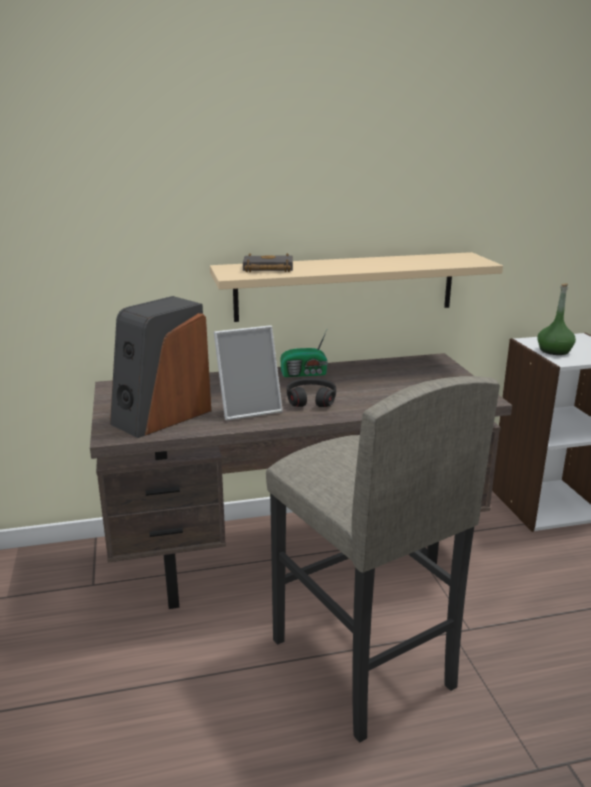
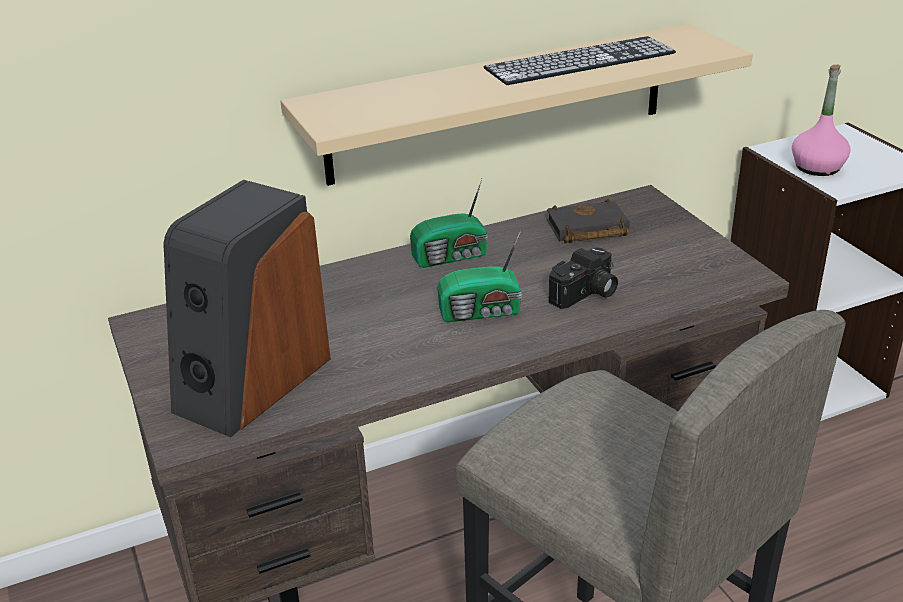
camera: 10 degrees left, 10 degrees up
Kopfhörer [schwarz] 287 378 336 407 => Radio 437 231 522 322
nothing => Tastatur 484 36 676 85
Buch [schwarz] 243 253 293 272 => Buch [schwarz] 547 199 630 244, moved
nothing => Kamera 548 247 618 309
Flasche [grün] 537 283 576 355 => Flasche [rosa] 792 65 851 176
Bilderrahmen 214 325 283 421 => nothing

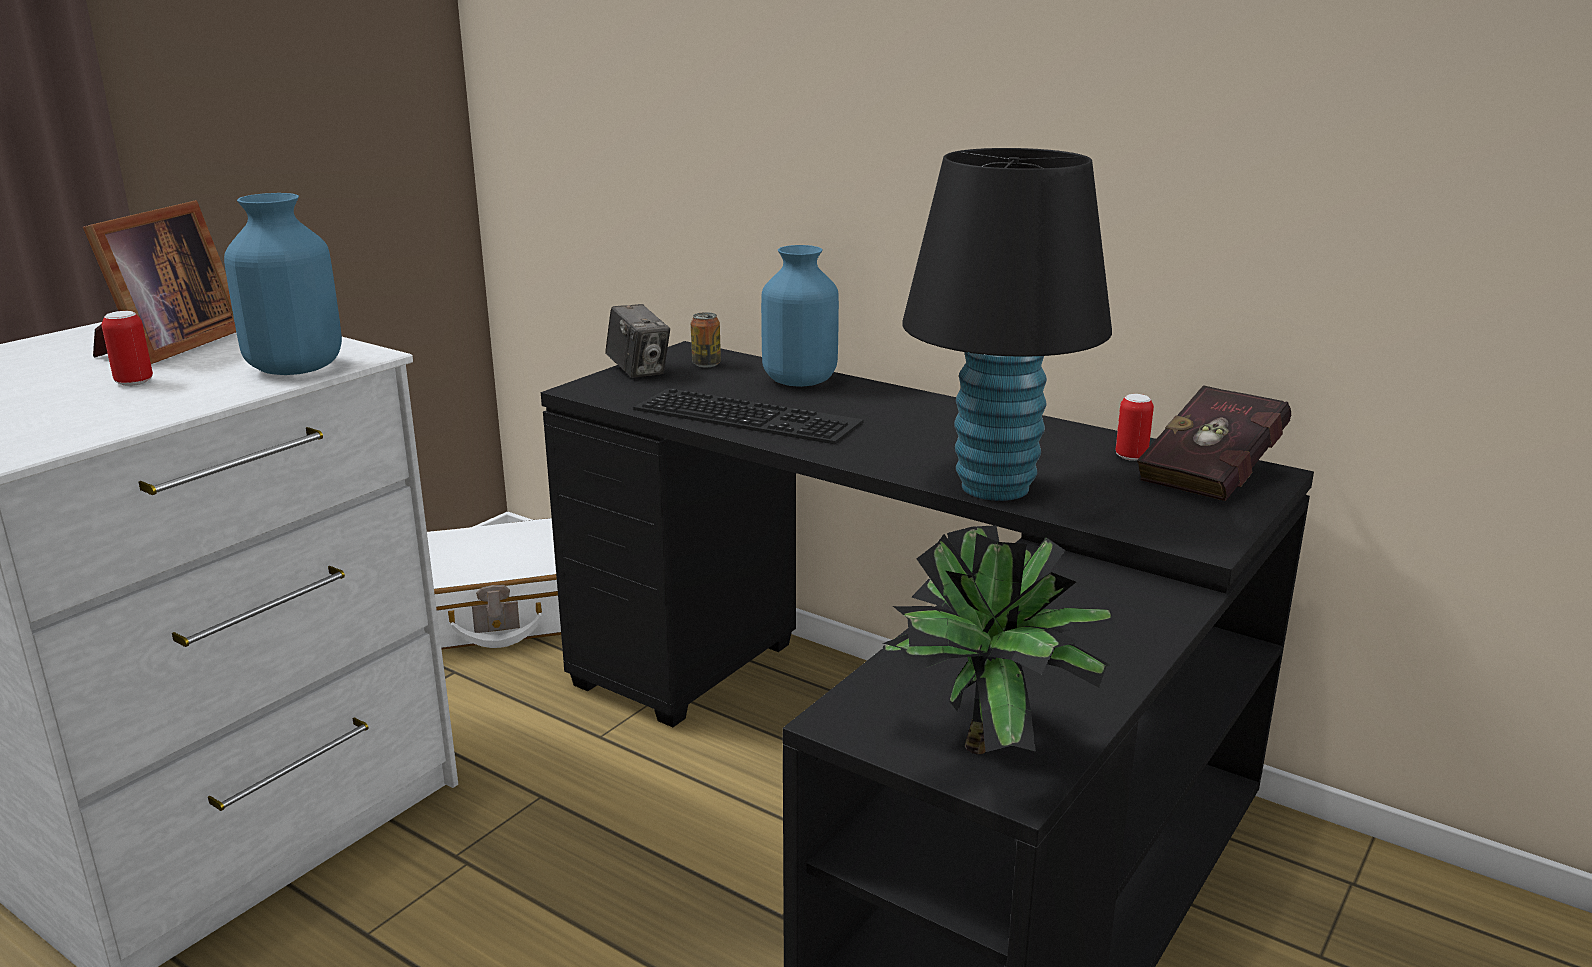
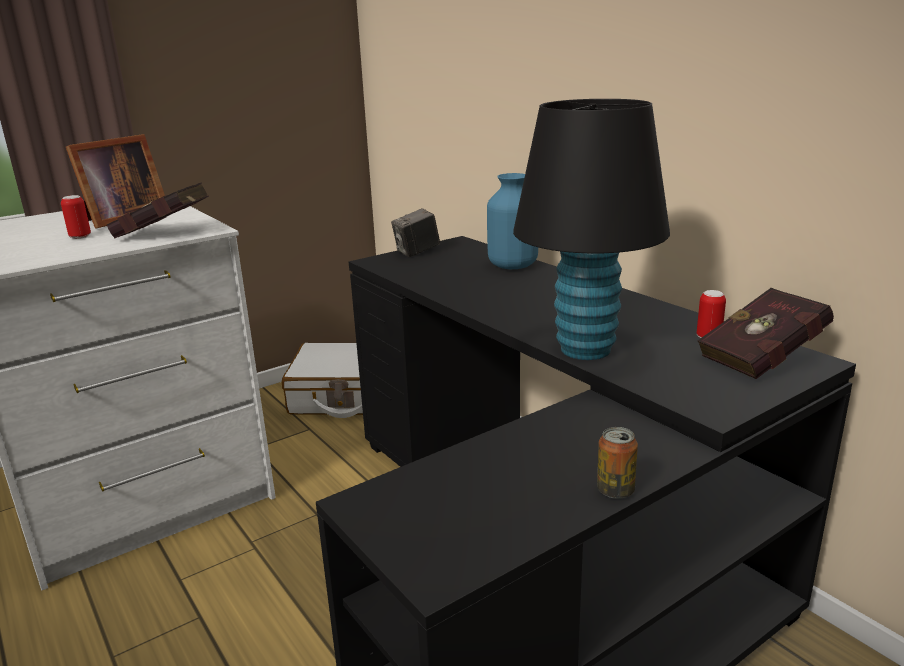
camera: 20 degrees right, 0 degrees up
Vase [blau] 224 193 342 375 => Buch [rot] 107 183 209 238
Kamera 605 304 670 378 => Kamera 391 208 440 257, 75 degrees clockwise
Dose 691 312 721 367 => Dose 597 427 638 499, moved
Tastatur 633 388 864 444 => nothing
Topfpflanze 878 525 1118 755 => nothing

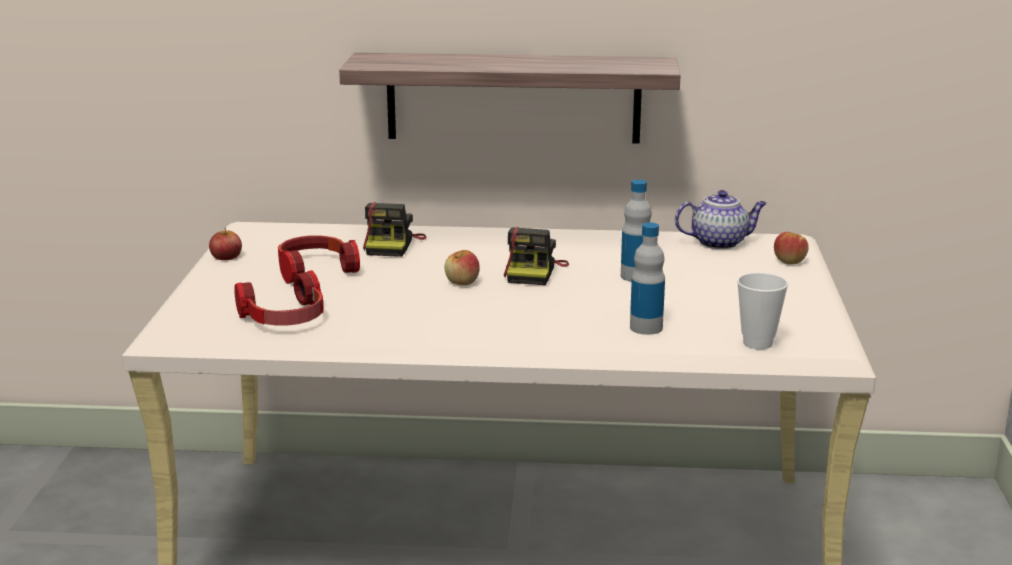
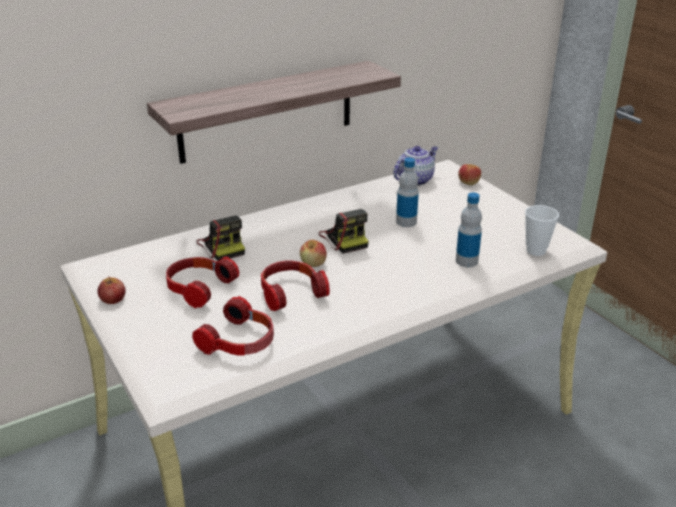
camera: 35 degrees left, 10 degrees up
nothing => Kopfhörer 261 261 330 311

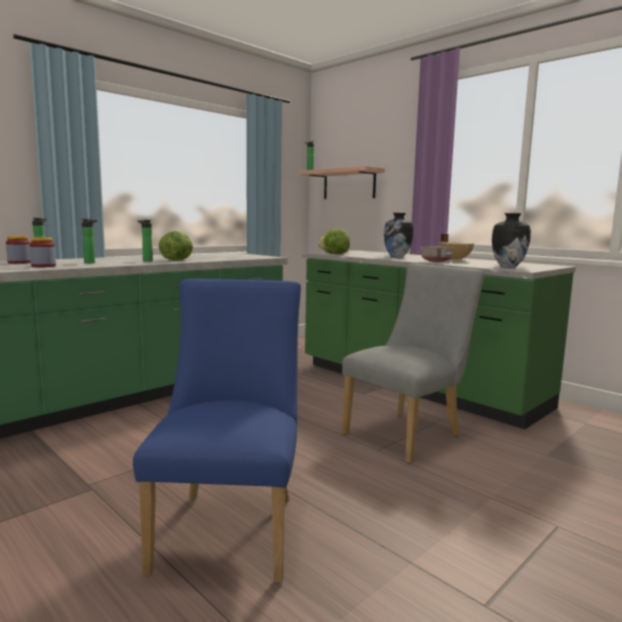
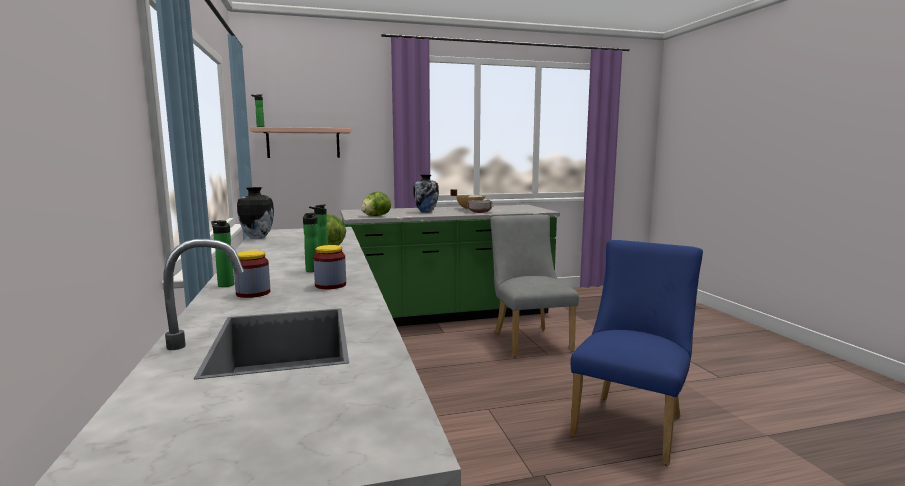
camera: 60 degrees left, 0 degrees up
Vase 492 213 531 268 => Vase 237 187 274 239, moved
Stuhl [blau] 133 279 301 583 => Stuhl [blau] 570 240 703 466, 90 degrees clockwise

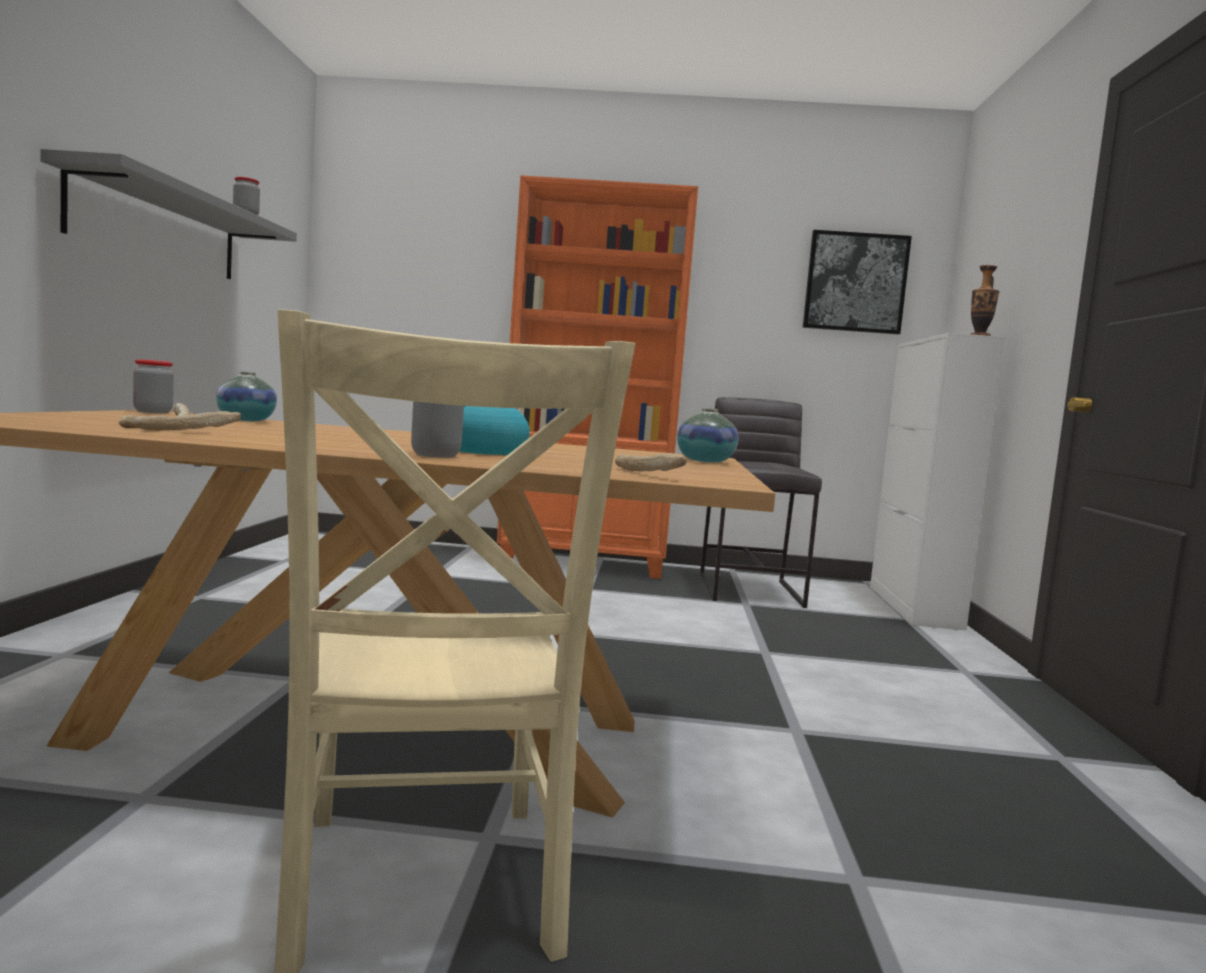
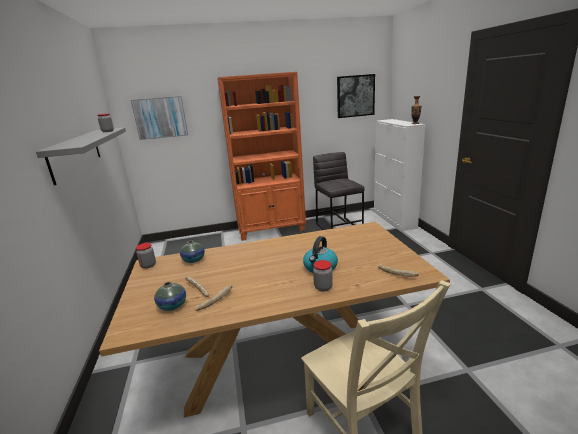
camera: 15 degrees left, 15 degrees up
nothing => Bild 131 96 188 140
Vase 677 408 739 463 => Vase 154 282 186 311, moved

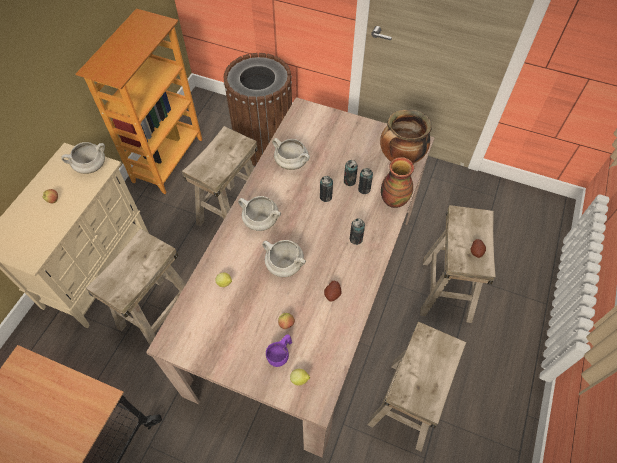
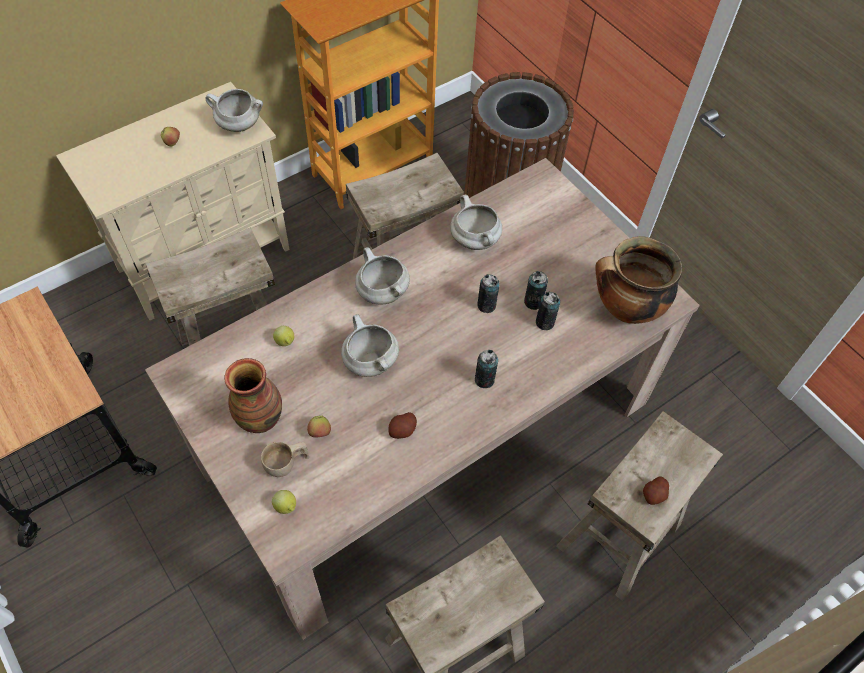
camera: 30 degrees right, 0 degrees up
Vase 381 157 414 208 => Vase 224 358 282 433, moved
Tasse [lila] 266 334 292 367 => Tasse [beige] 261 442 310 477

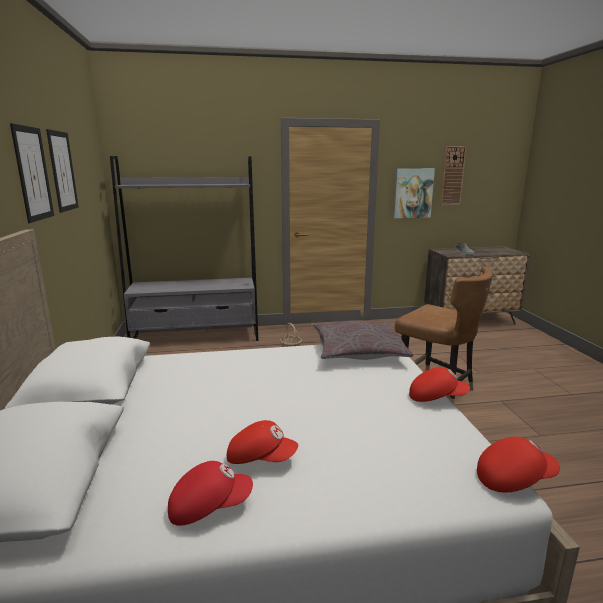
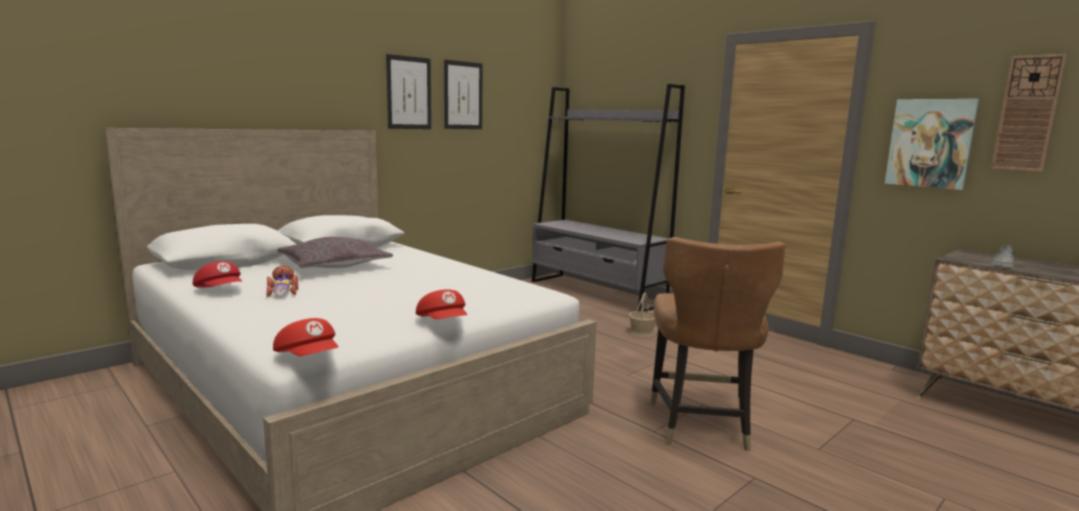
camera: 55 degrees right, 5 degrees down
Kappe [rot] 227 420 298 464 => Spielzeugauto 267 266 299 297
Kissen [grau] 313 320 413 360 => Kissen [grau] 277 237 393 268, moved

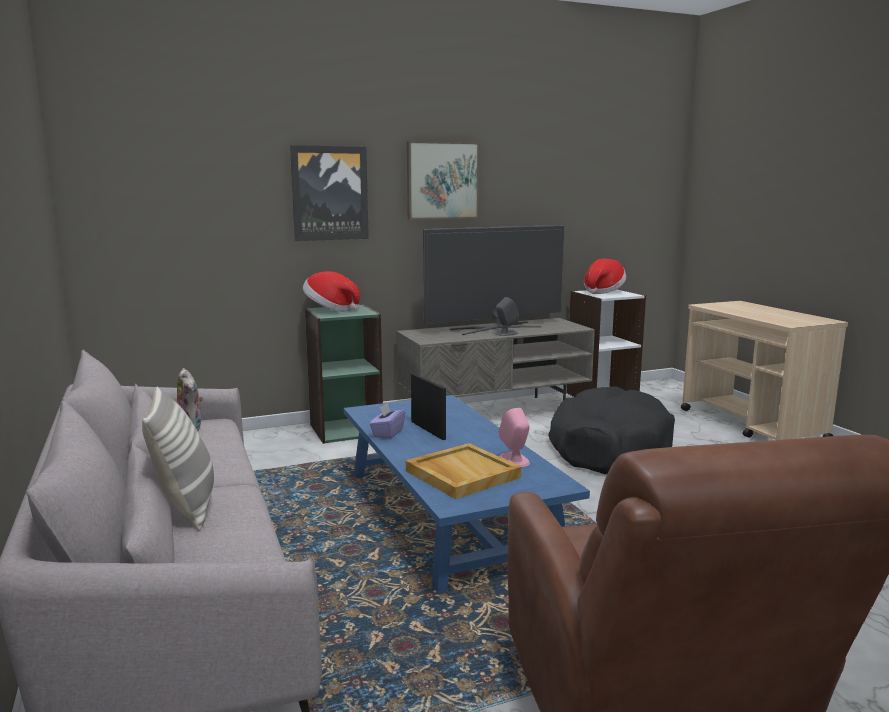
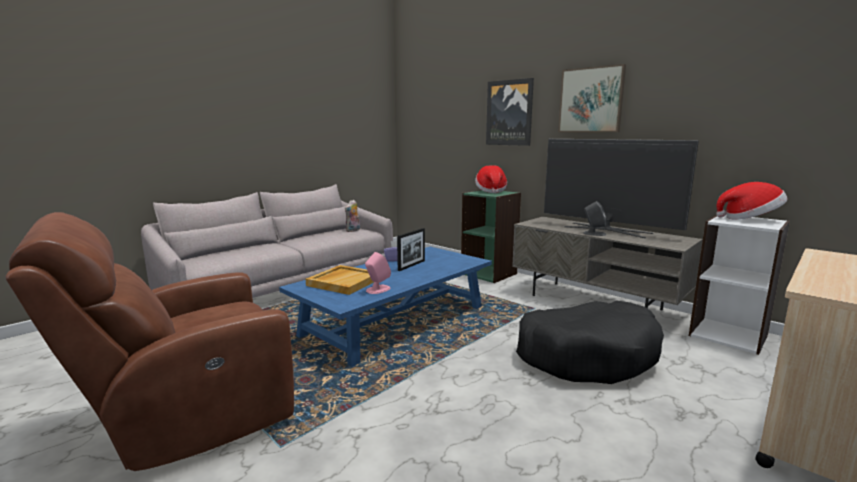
camera: 65 degrees right, 0 degrees up
Kissen 142 387 214 531 => nothing

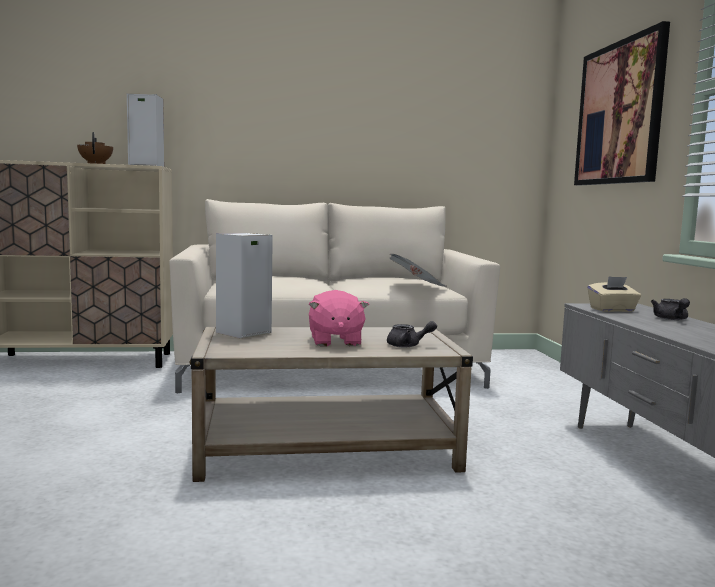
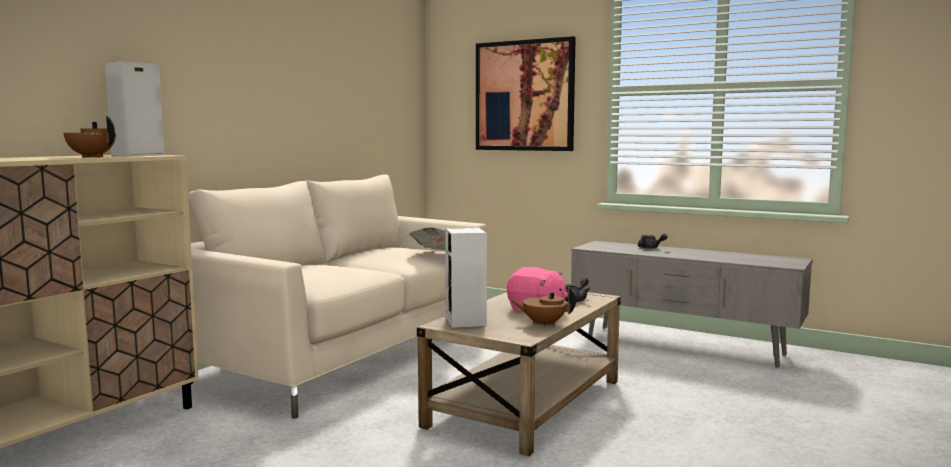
camera: 50 degrees left, 0 degrees up
nothing => Teekanne [braun] 511 288 576 327
Taschentuchbox [beige] 588 276 641 312 => nothing

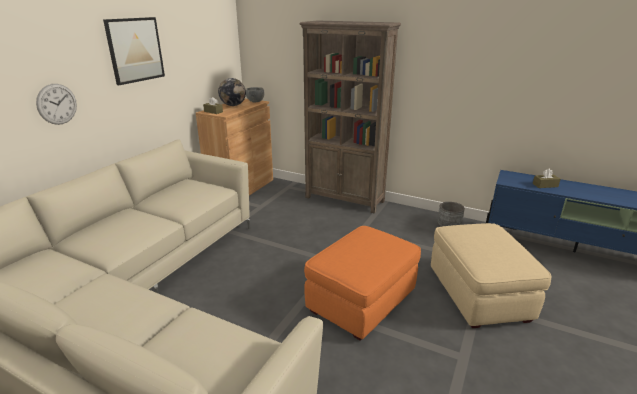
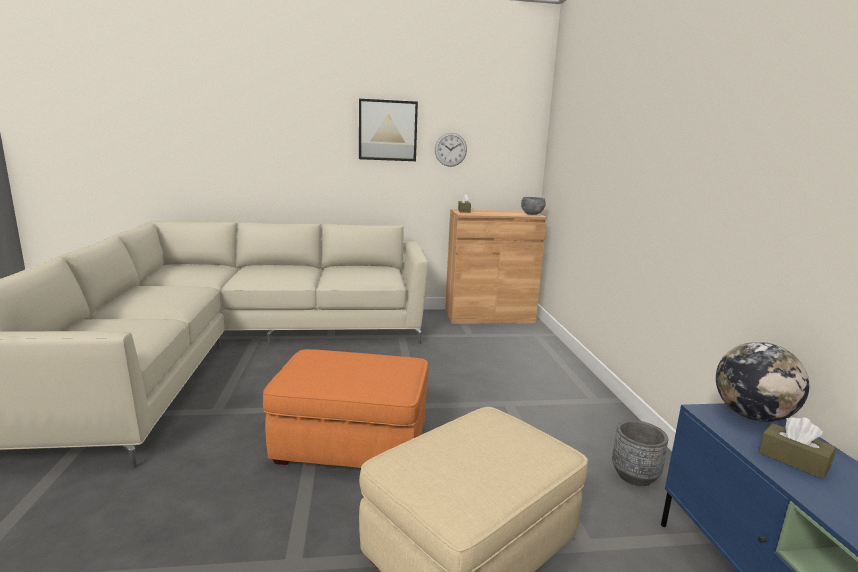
camera: 55 degrees right, 10 degrees down
Wanduhr 36 84 77 125 => Wanduhr 435 133 467 167, moved
Globus 218 78 246 106 => Globus 716 342 809 422, moved
Bücherregal [braun] 299 21 401 214 => nothing

